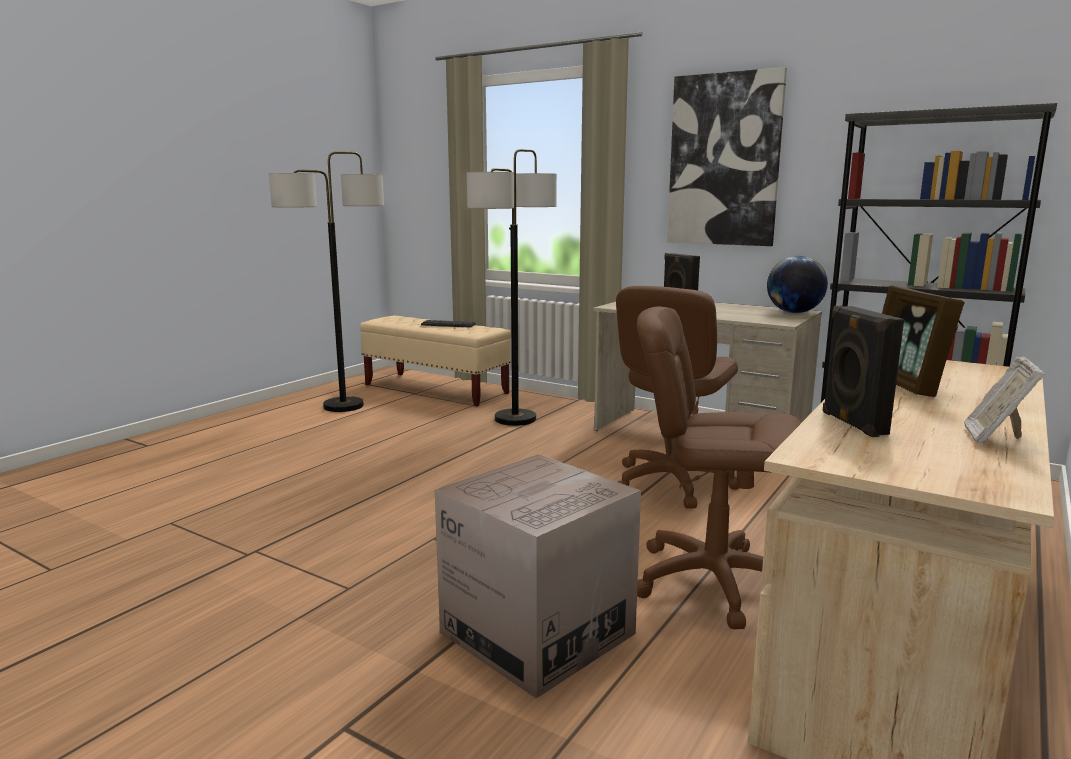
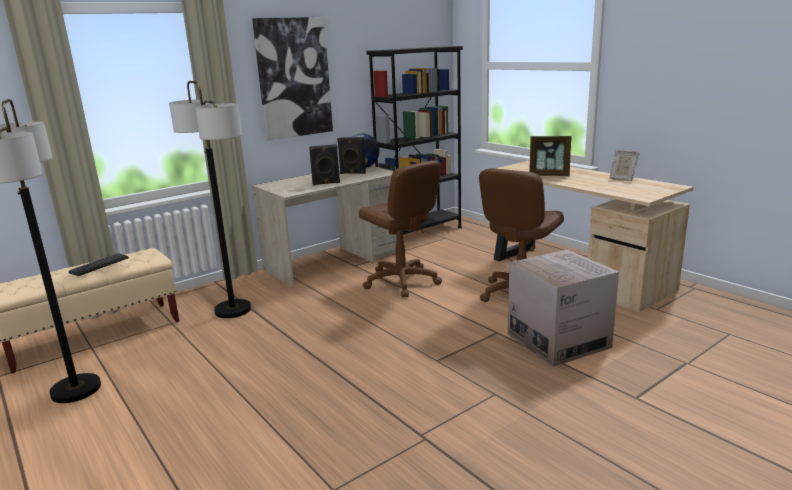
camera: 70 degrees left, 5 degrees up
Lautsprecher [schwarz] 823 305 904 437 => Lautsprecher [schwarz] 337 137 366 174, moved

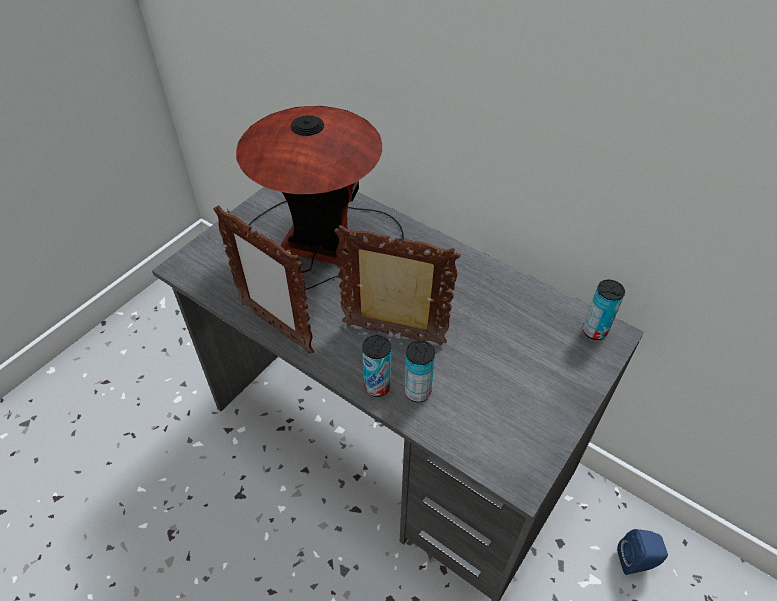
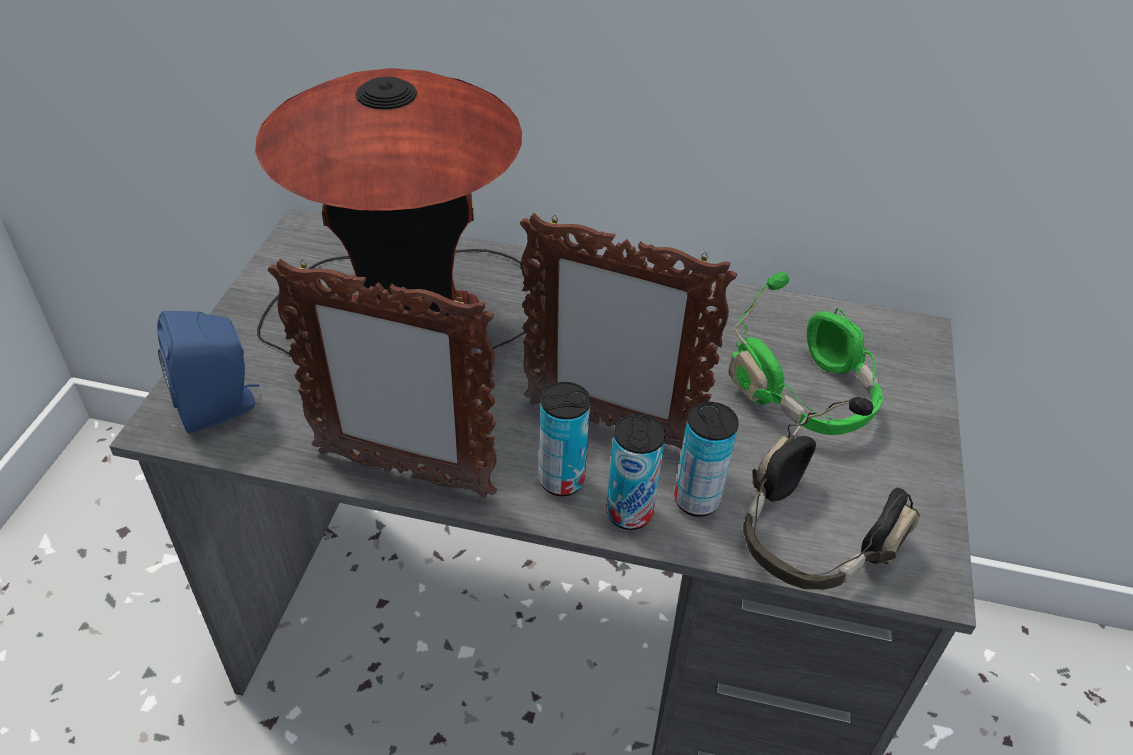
camera: 25 degrees left, 5 degrees down
Lautsprecher [blau] 617 529 668 575 => Lautsprecher [blau] 157 311 259 433, moved
Bilderrahmen 334 225 461 346 => Bilderrahmen 520 213 737 449, 150 degrees counterclockwise
Dose 583 280 625 340 => Dose 539 382 591 496, moved
nothing => Kopfhörer [grün] 729 272 883 435
nothing => Kopfhörer [schwarz] 743 397 920 590

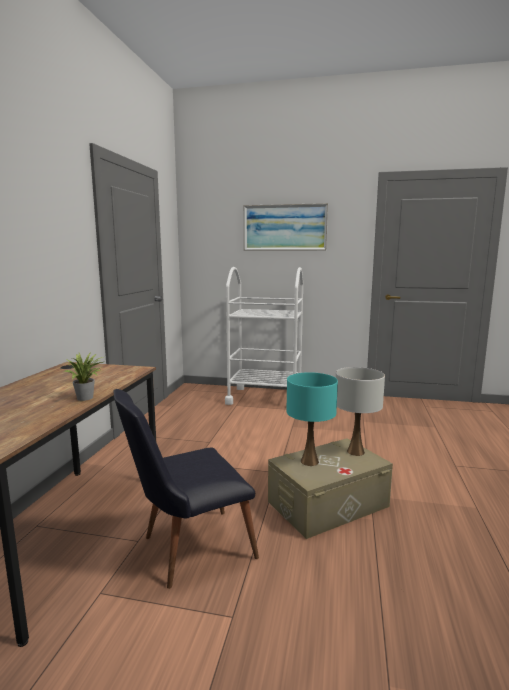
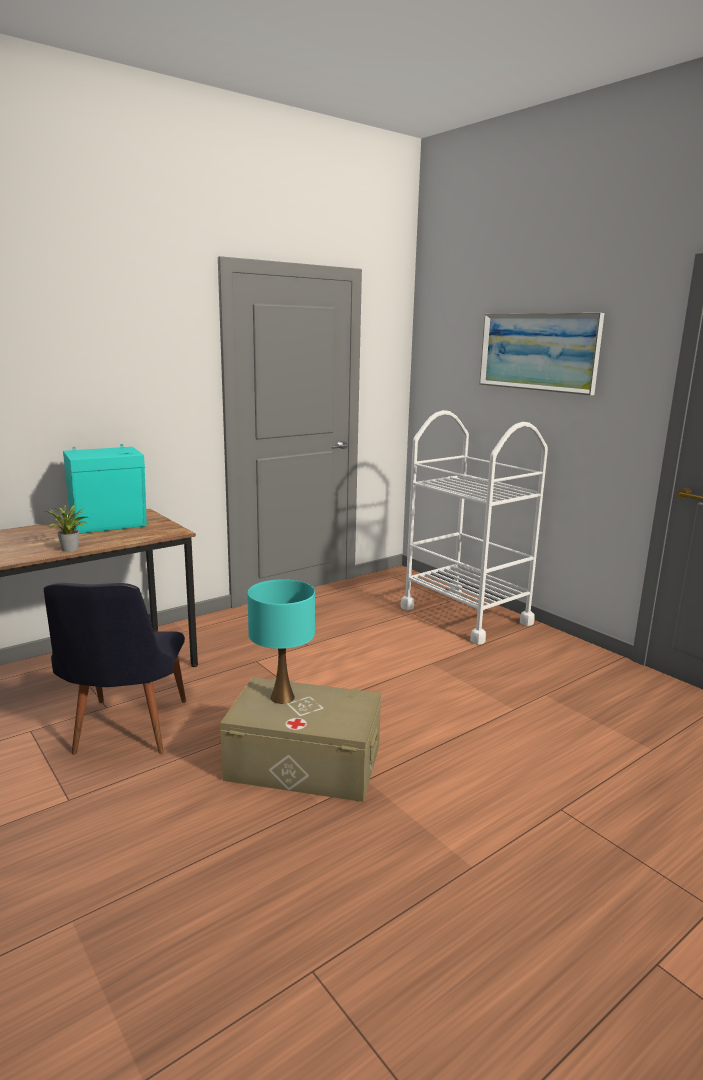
camera: 40 degrees right, 5 degrees up
Stuhl [schwarz] 114 389 259 589 => Stuhl [schwarz] 43 583 186 755, 105 degrees counterclockwise
nothing => Lautsprecher [türkis] 63 444 147 534
Tischlampe [weiß] 336 367 385 456 => nothing

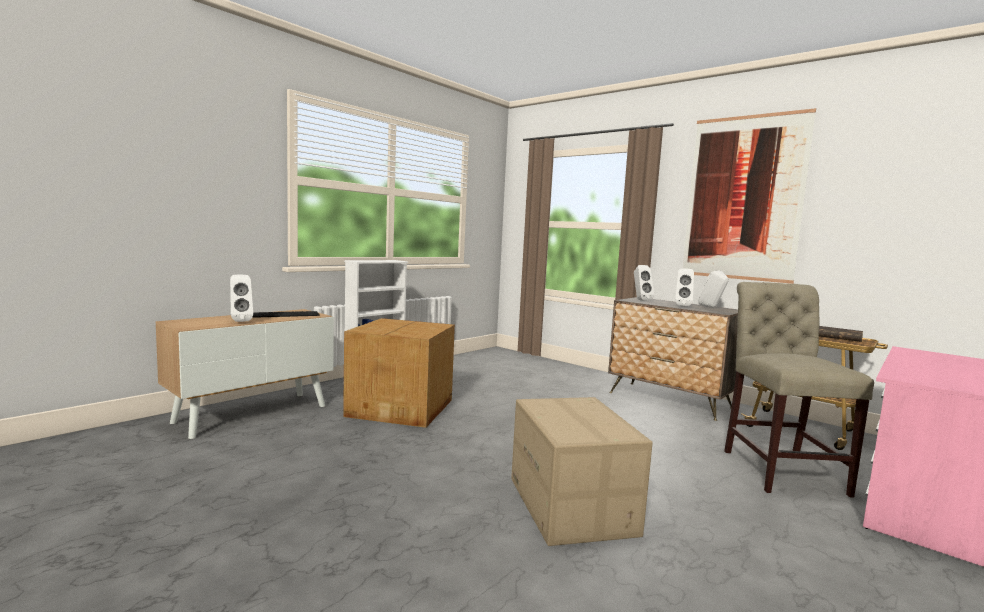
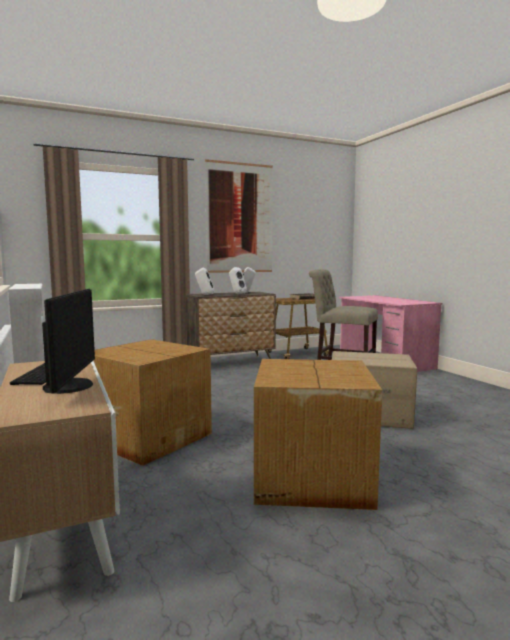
camera: 65 degrees left, 0 degrees up
Lautsprecher [weiß] 230 275 253 322 => Monitor 42 289 95 394
nothing => Karton 254 359 382 510

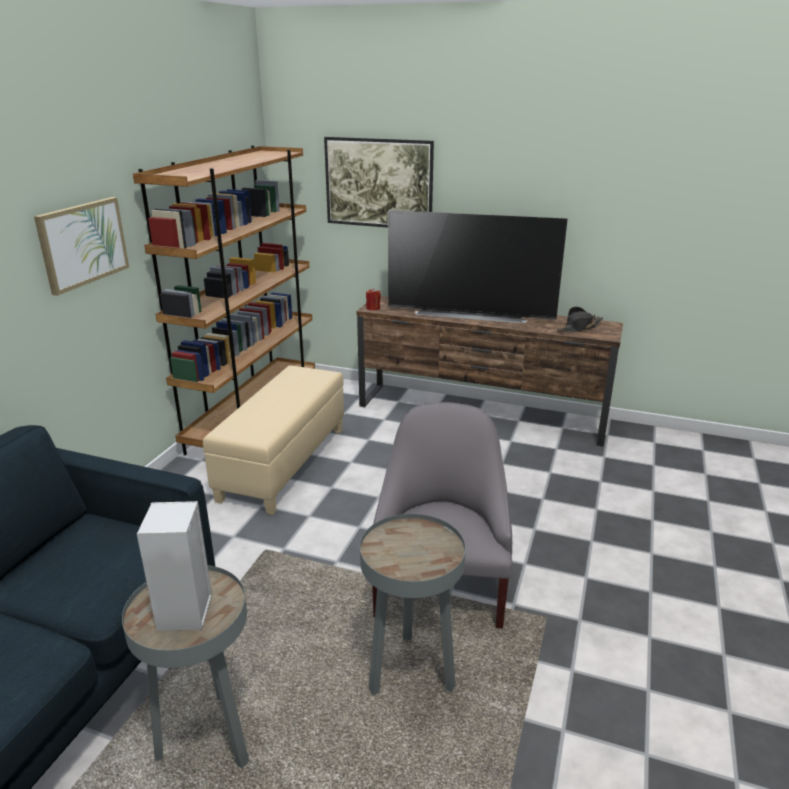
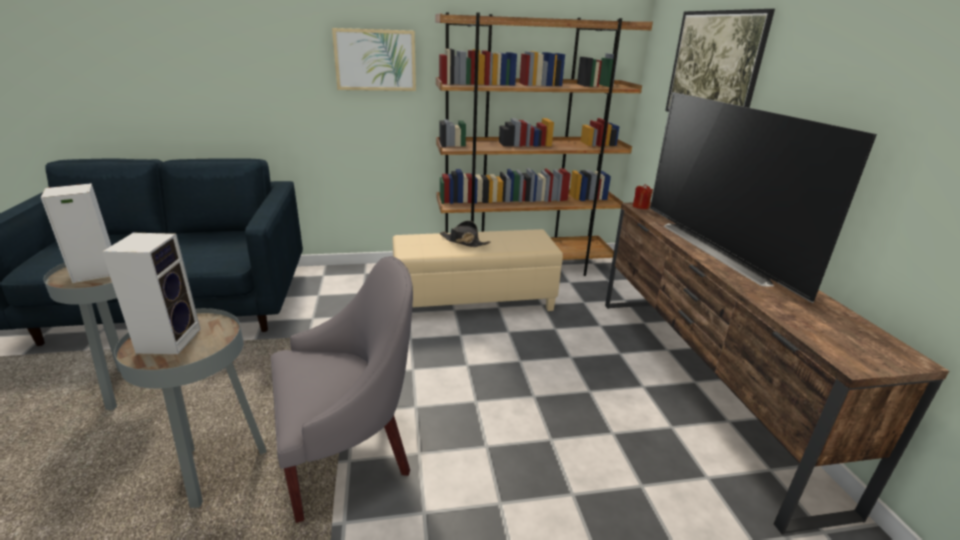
camera: 60 degrees right, 0 degrees up
nothing => Lautsprecher 102 233 200 354
Hut [schwarz] 557 306 603 333 => Hut [schwarz] 440 221 491 247, moved

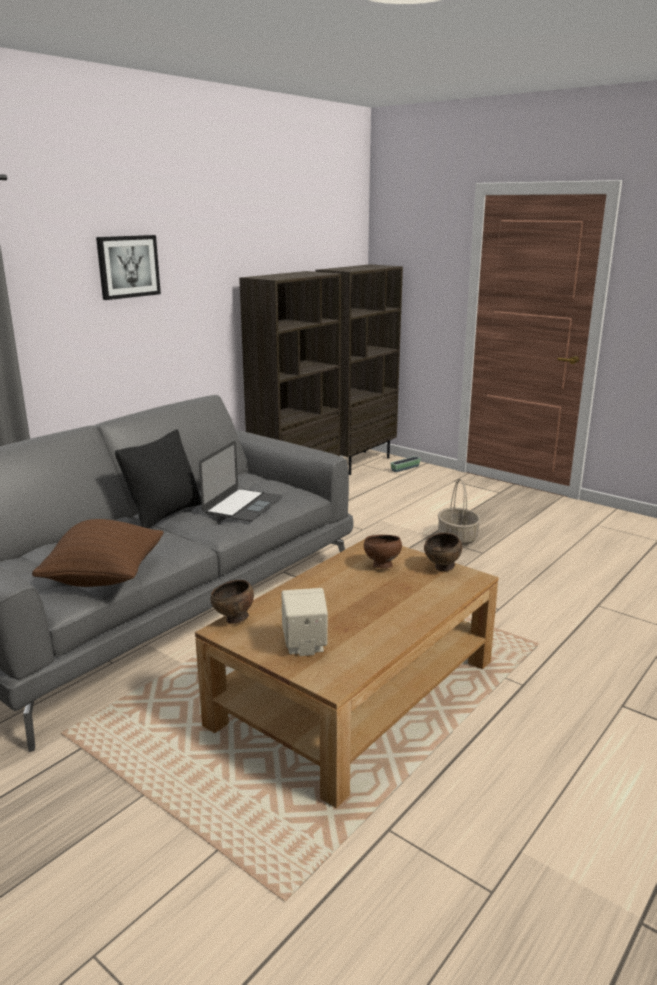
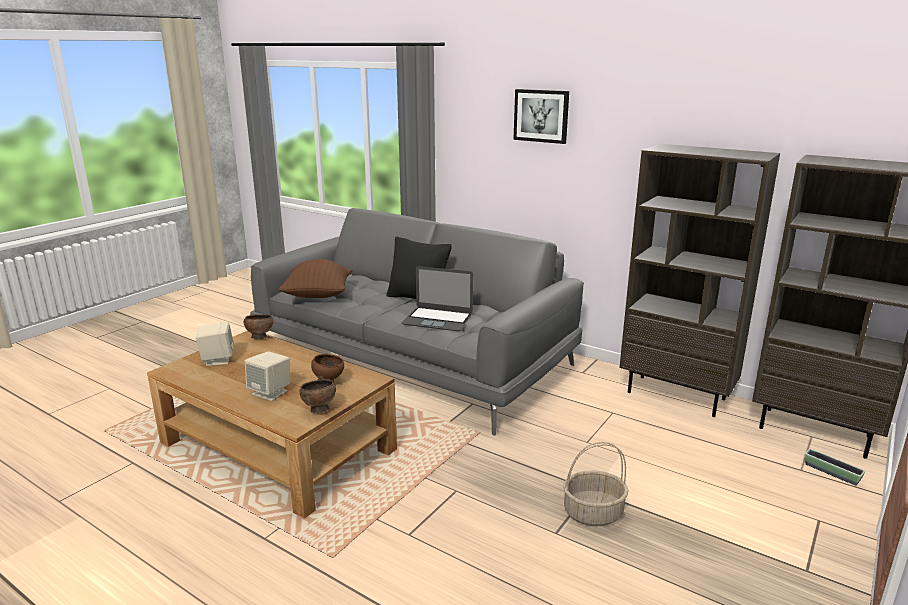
camera: 85 degrees right, 0 degrees up
nothing => Lautsprecher [beige] 245 351 290 401

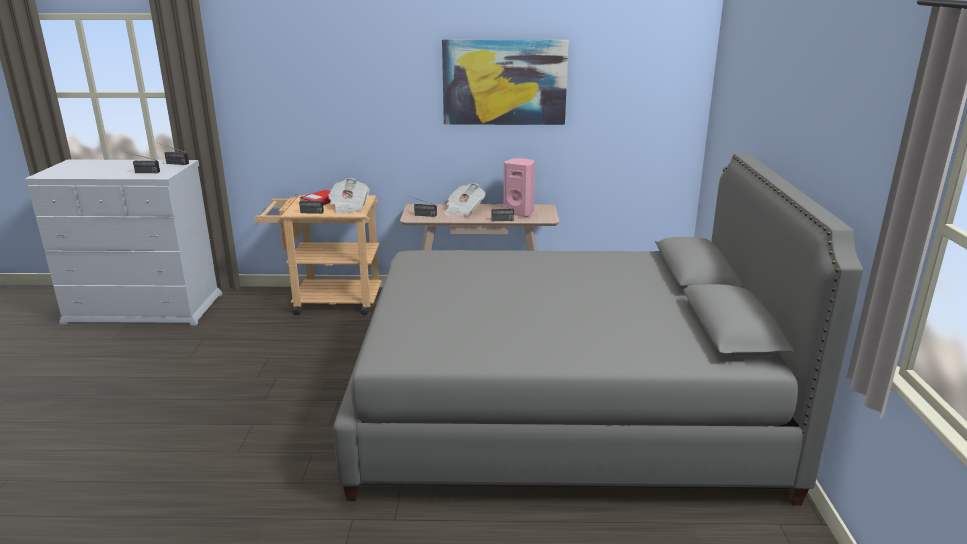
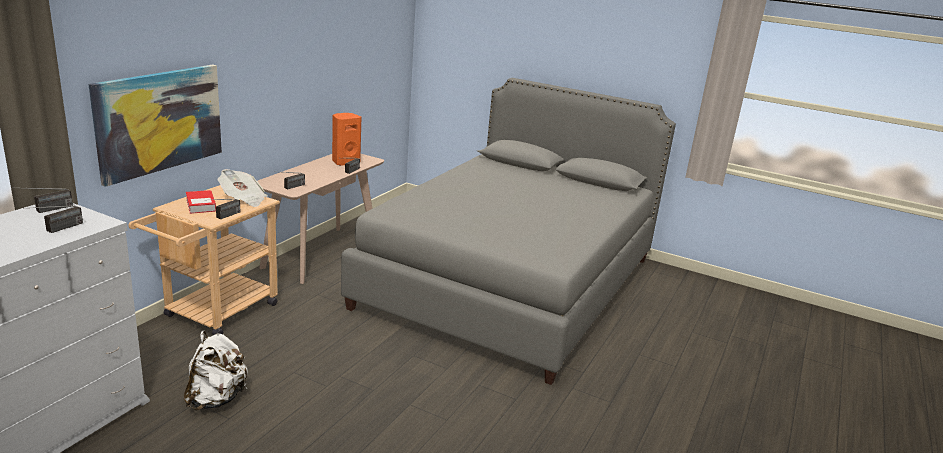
camera: 65 degrees left, 0 degrees up
Bild 442 39 569 125 => Bild 88 65 222 187, moved
nothing => Rucksack [weiß] 184 330 248 411
Lautsprecher [rosa] 503 158 535 217 => Lautsprecher [orange] 332 113 361 166
Zeitung 445 183 485 216 => nothing

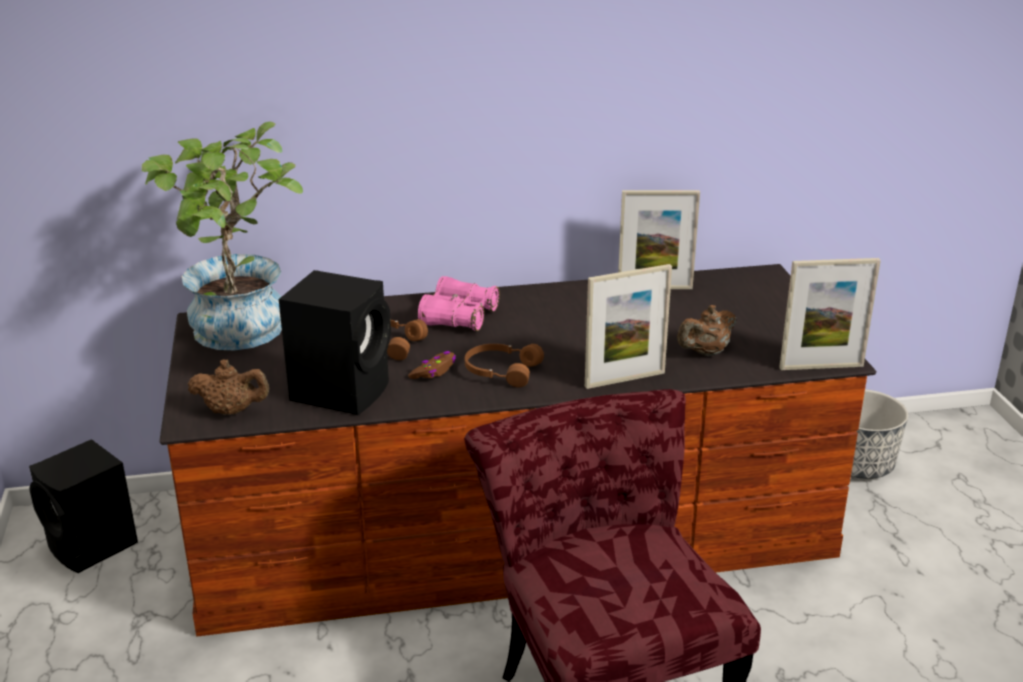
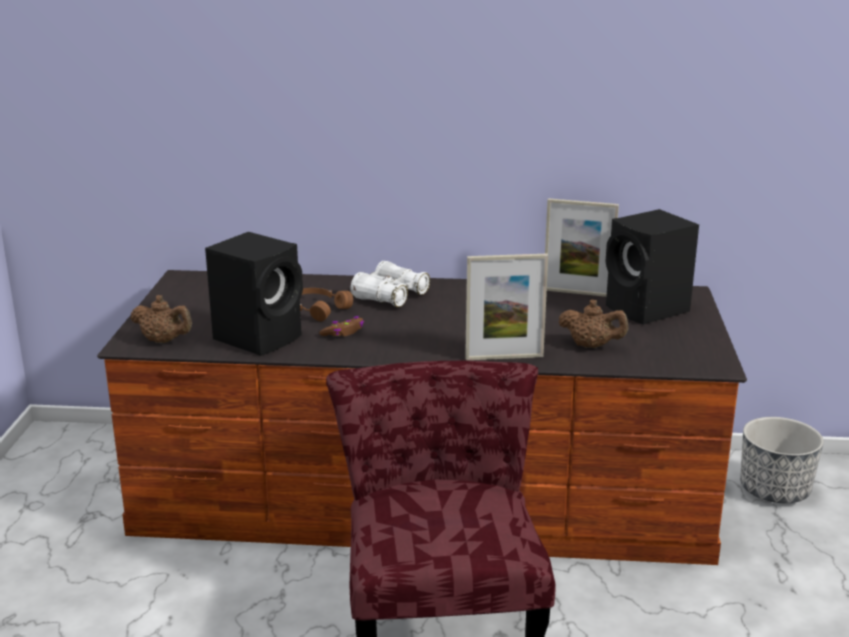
camera: 15 degrees right, 5 degrees down
Fernglas [rosa] 418 276 500 331 => Fernglas [weiß] 351 261 430 307
Teekanne [braun] 677 305 736 356 => Teekanne [braun] 559 300 628 348, 135 degrees counterclockwise
Lautsprecher [schwarz] 29 439 138 573 => Lautsprecher [schwarz] 605 209 699 325, moved
Topfpflanze 142 121 303 350 => nothing
Kopfhörer [braun] 465 344 544 387 => nothing
Bilderrahmen 779 258 881 370 => nothing

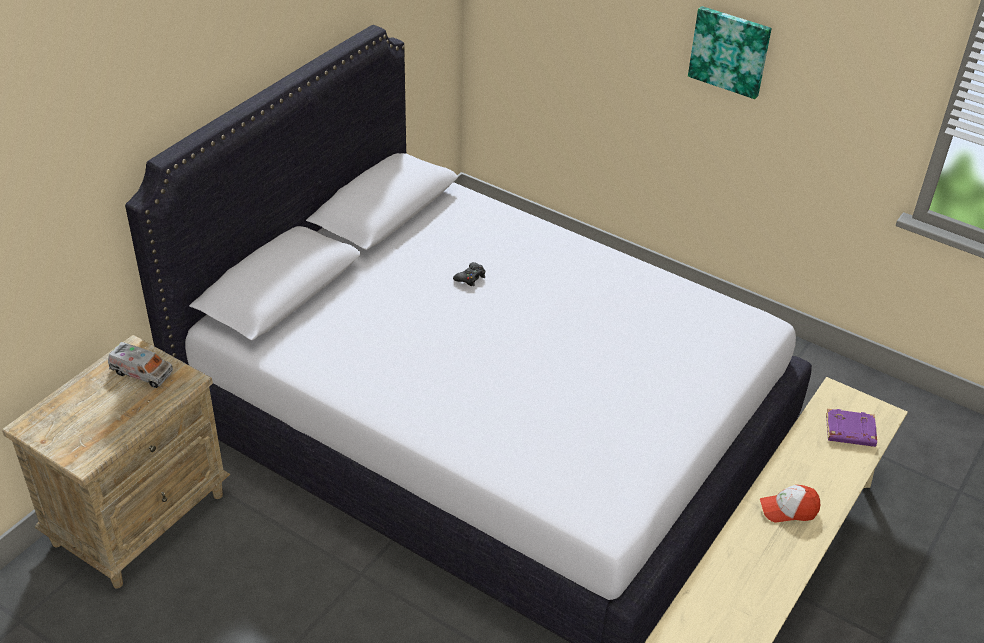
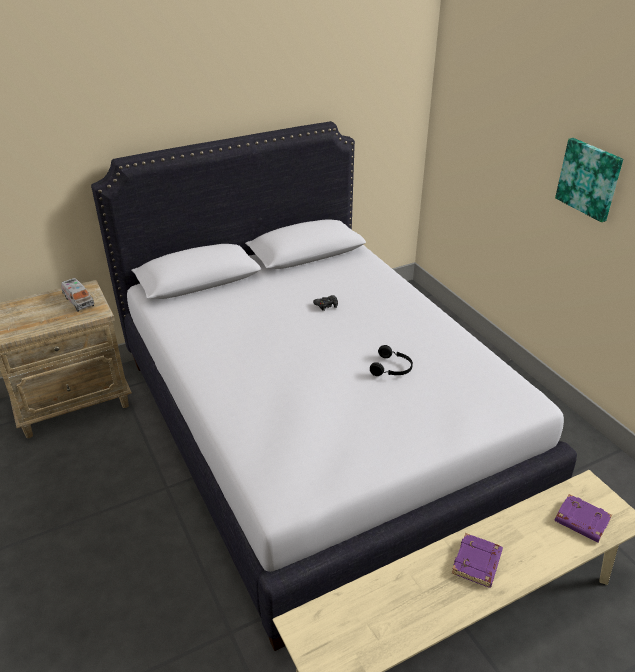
camera: 30 degrees right, 5 degrees down
nothing => Kopfhörer [schwarz] 370 345 413 376
Kappe 760 485 820 522 => Buch [lila] 452 533 503 588

